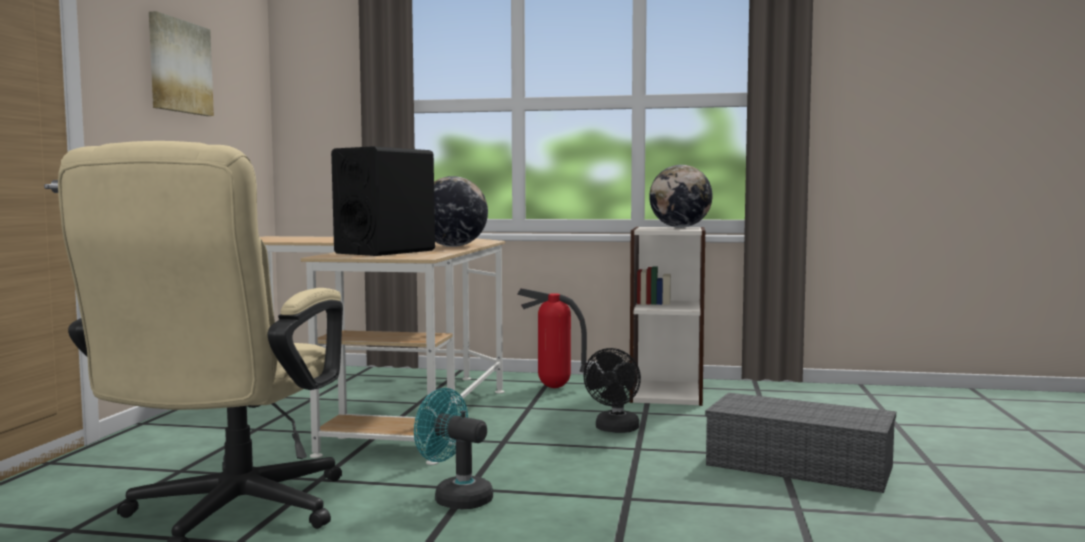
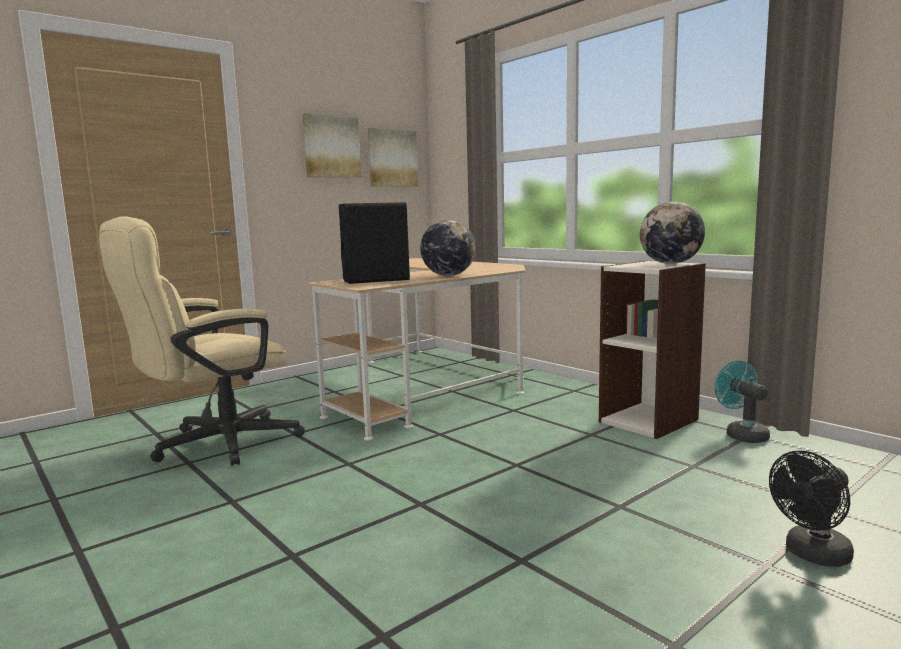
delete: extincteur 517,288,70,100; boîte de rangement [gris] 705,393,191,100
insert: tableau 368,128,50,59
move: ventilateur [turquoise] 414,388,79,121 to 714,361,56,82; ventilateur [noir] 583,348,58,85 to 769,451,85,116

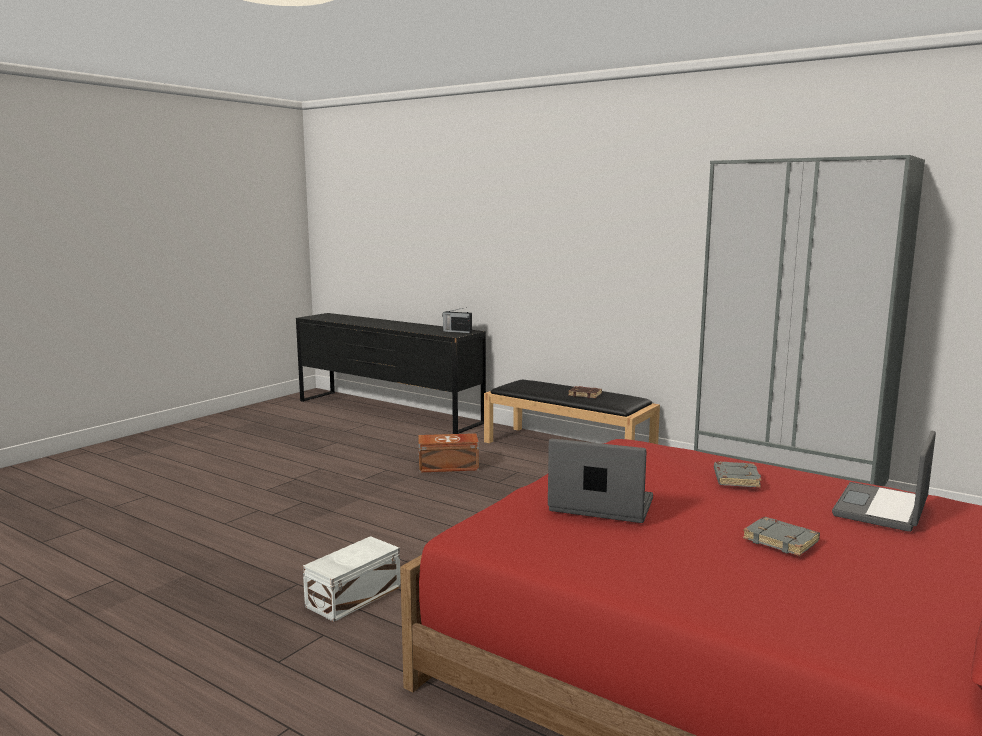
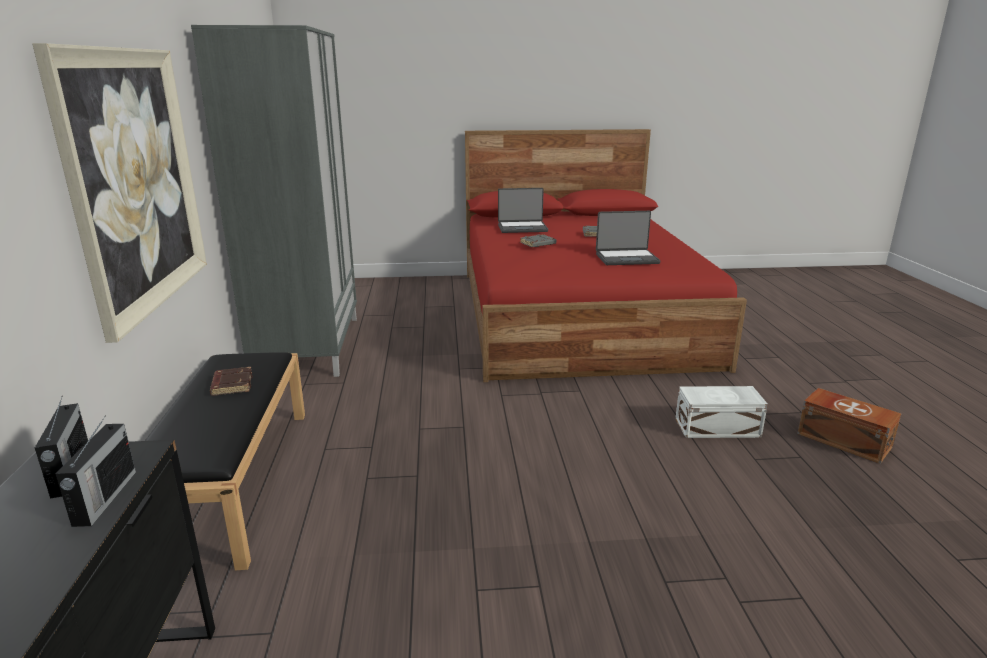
insert: tableau 32,43,175,300; radio 55,415,81,112
move: boîte de rangement [marron] 418,433,61,40 to 797,388,104,76
rotate: ordinateur portable 548,439,105,84 = 596,211,64,54 75 degrees counterclockwise

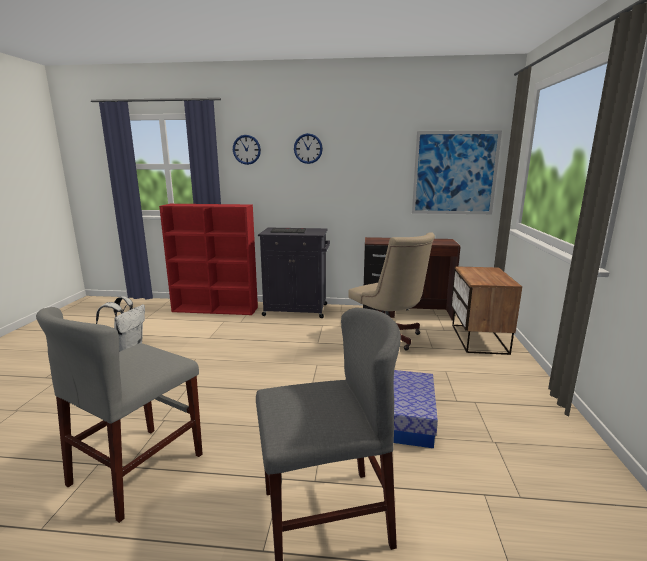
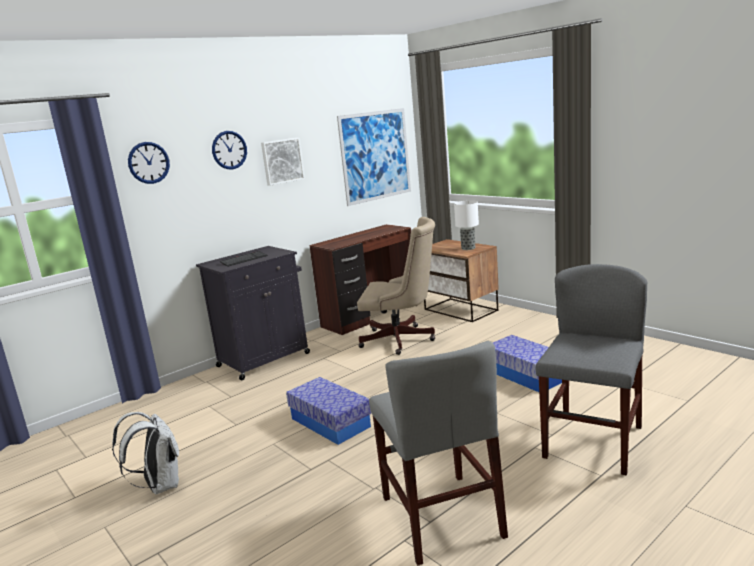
delete: bibliothèque [rouge] 159,204,99,111
insert: tableau 261,138,44,48; boîte de rangement 286,377,85,68; lampe de table 454,200,25,50

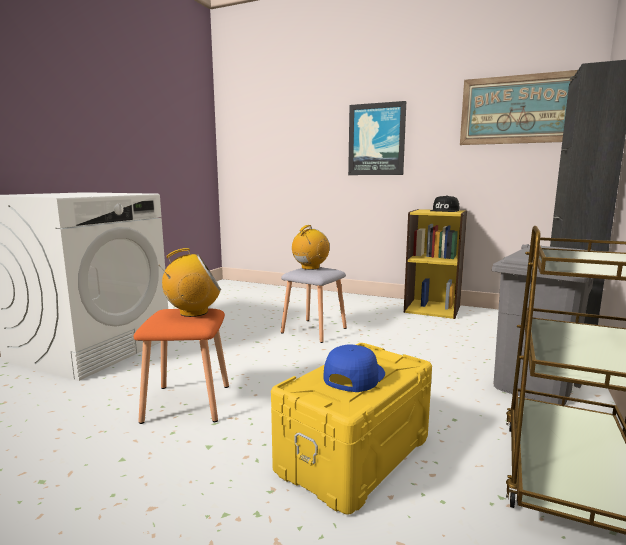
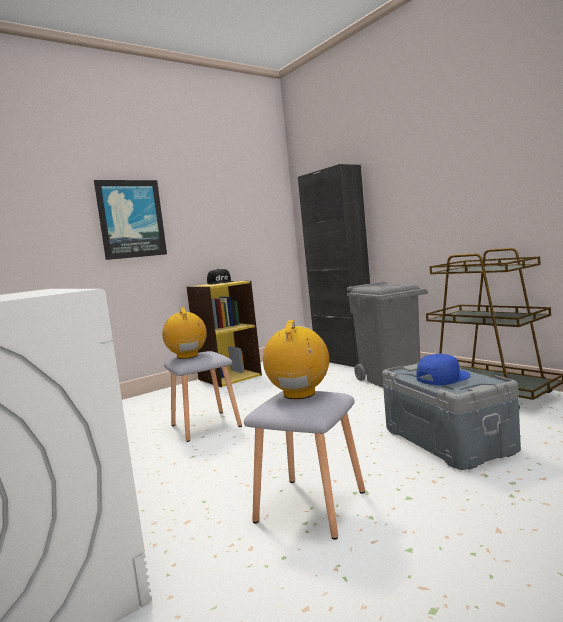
delete: tableau 460,70,118,75
recolor: tabouret [orange] 134,309,95,115 to tabouret [gris] 244,391,121,149; boîte de rangement [jaune] 271,343,161,172 to boîte de rangement [gris] 382,362,139,108
rotate: casquette [bleu] 324,344,61,48 = 416,354,54,31 90 degrees clockwise

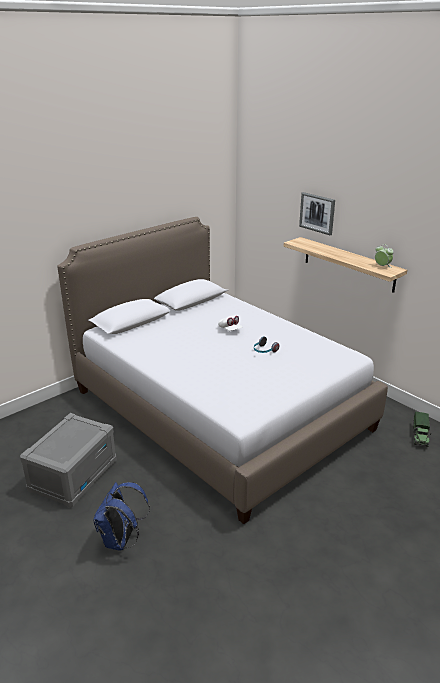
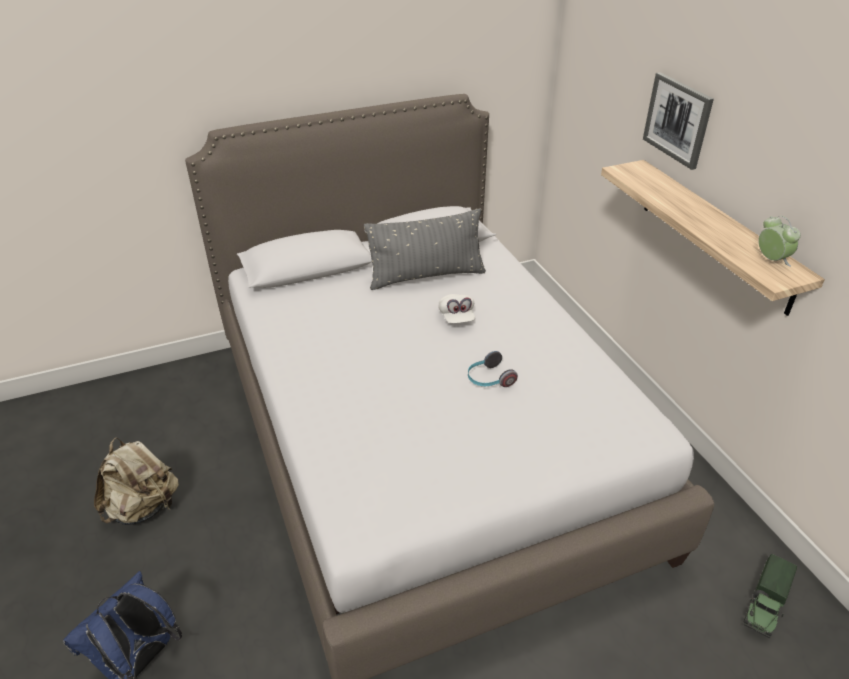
insert: coussin [gris] 364,208,122,82
replace: boîte de rangement [gris] 20,413,97,94 to sac à dos [beige] 94,437,85,88

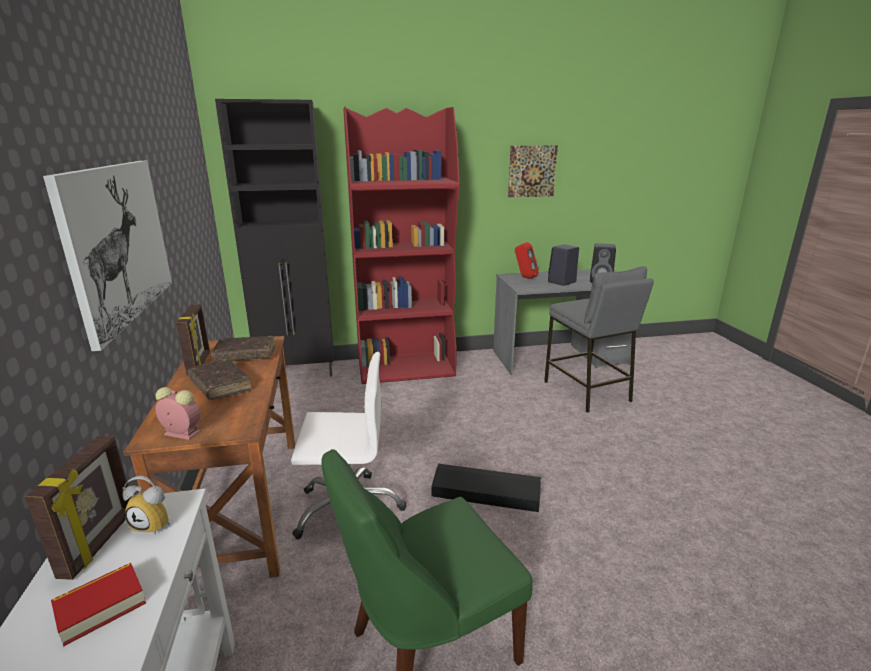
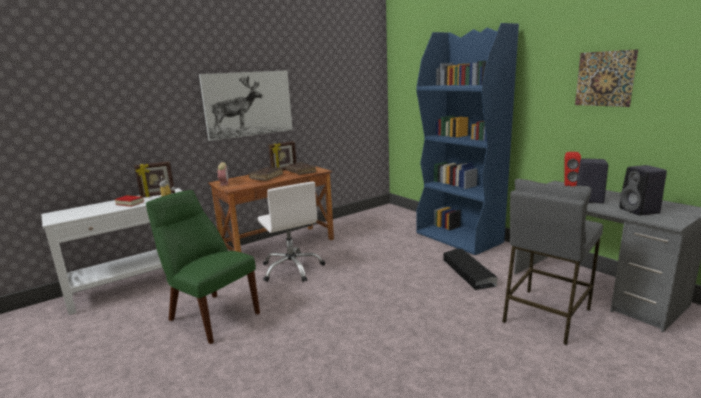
delete: meuble de rangement [noir] 215,99,118,278
move: boîte de rangement [noir] 432,464,109,48 to 443,249,54,41
recolor: bibliothèque [rouge] 343,106,116,278 to bibliothèque [bleu] 416,23,103,232

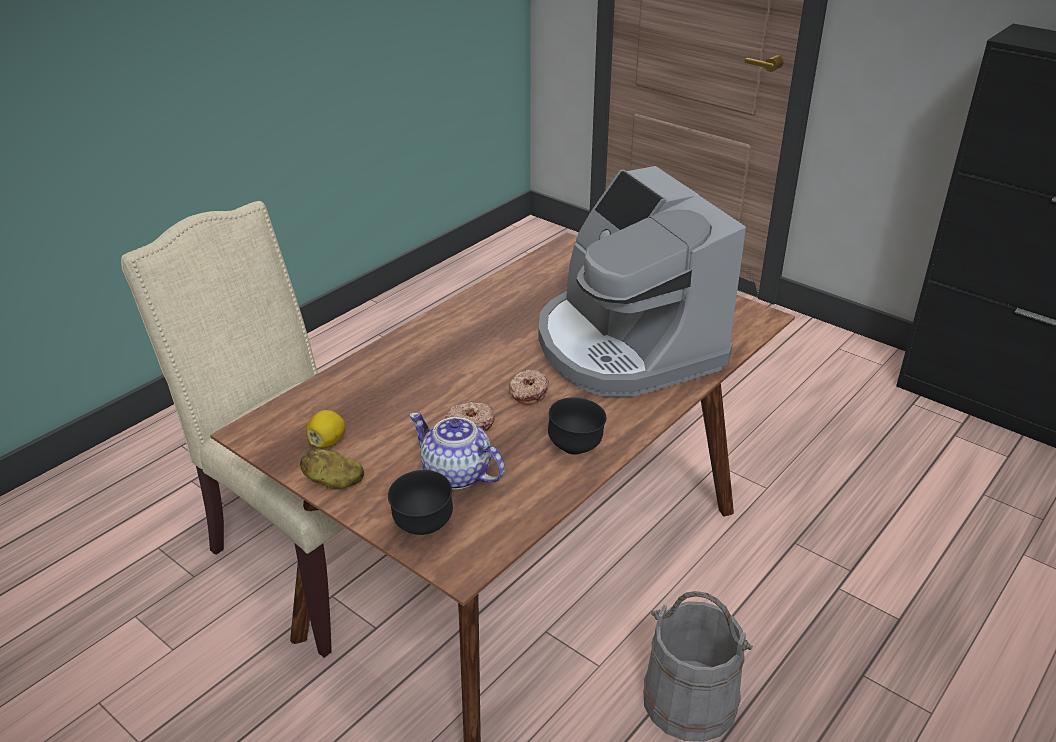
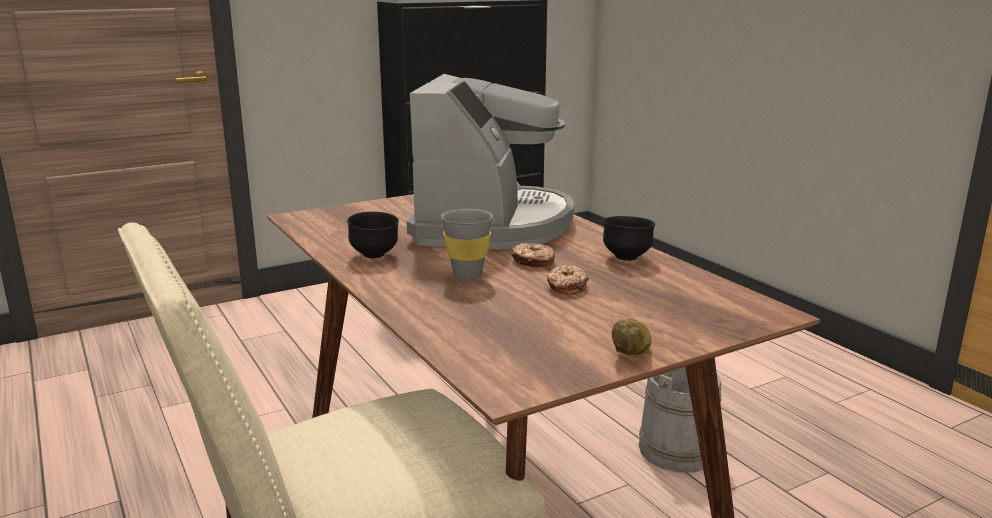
delete: citron 306,410,39,38; théière 409,412,96,78
insert: tasse [gris] 441,209,52,71
move: bol [noir] 388,470,65,65 to 347,212,52,47
rotate: machine à café 539,166,207,231 = 407,74,167,175 75 degrees counterclockwise

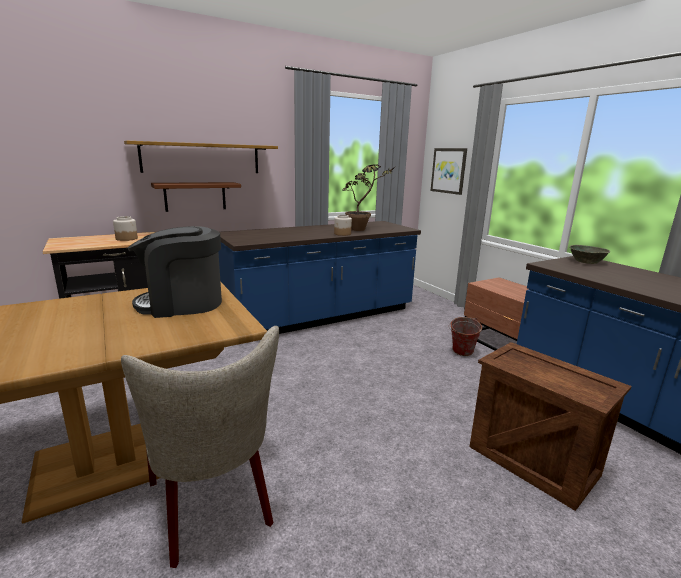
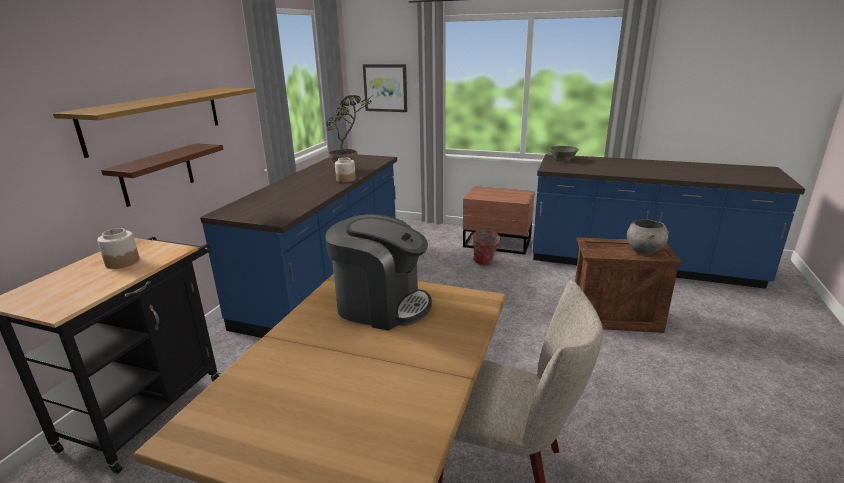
insert: bol [gris] 627,219,42,35
rotate: machine à café 127,226,95,92 = 325,214,107,117 105 degrees counterclockwise

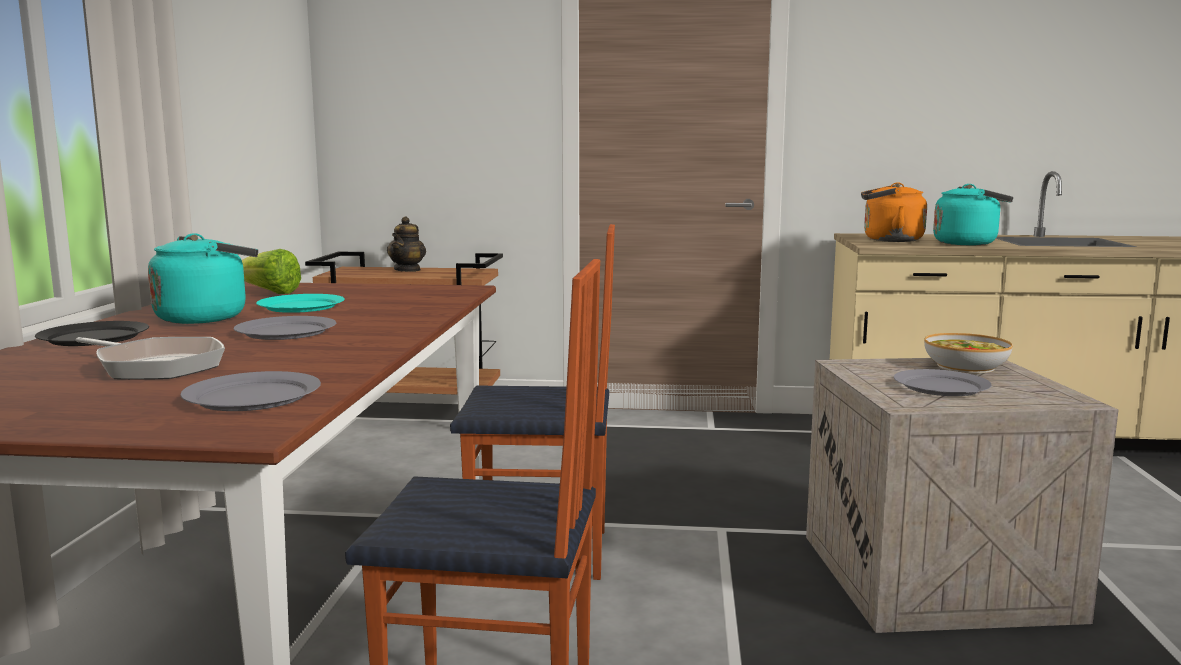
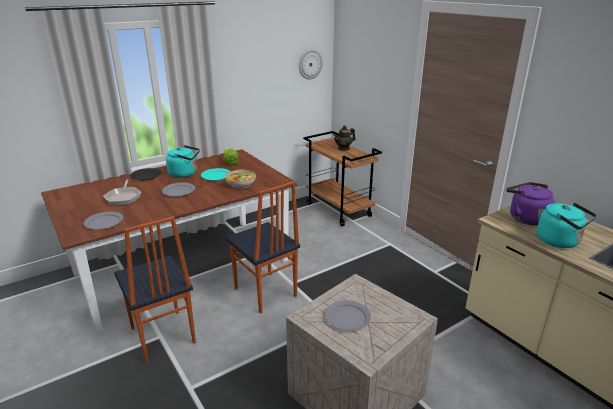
insert: horloge murale 299,49,24,30
move: bol 924,333,89,40 to 225,170,31,18
recolor: bouilloire [orange] 861,182,66,60 to bouilloire [violet] 506,182,49,44

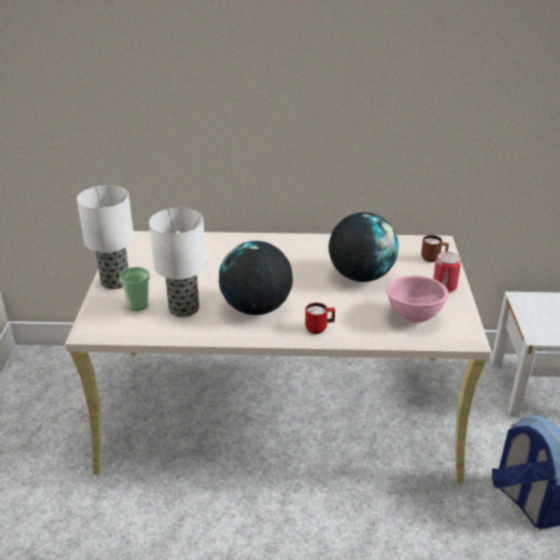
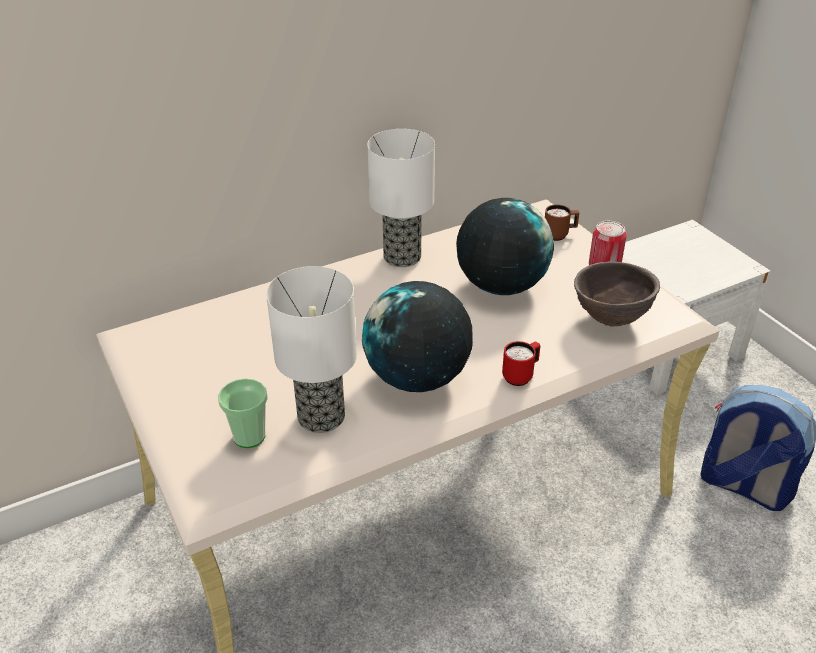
move: lampe de table 77,185,57,104 to 367,129,68,138
recolor: bol [rose] 386,275,63,48 to bol [marron] 574,262,86,65

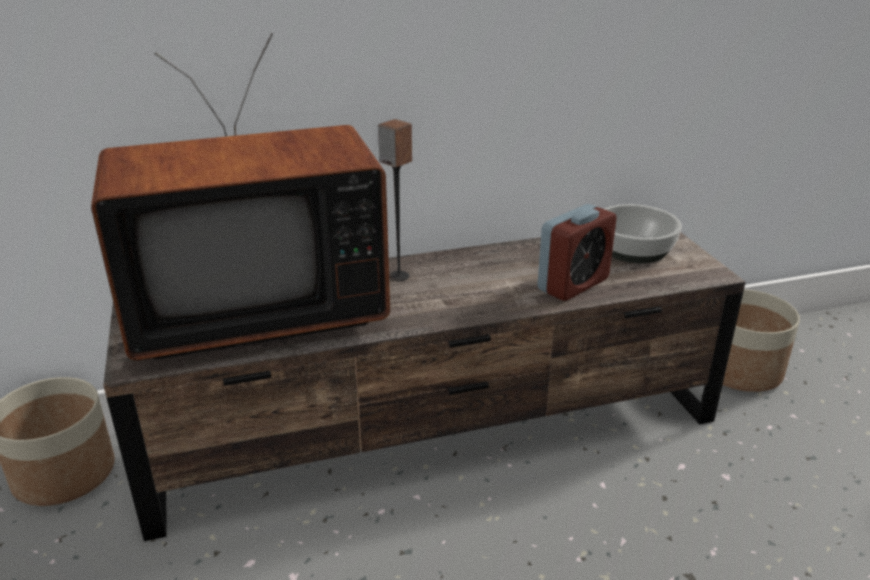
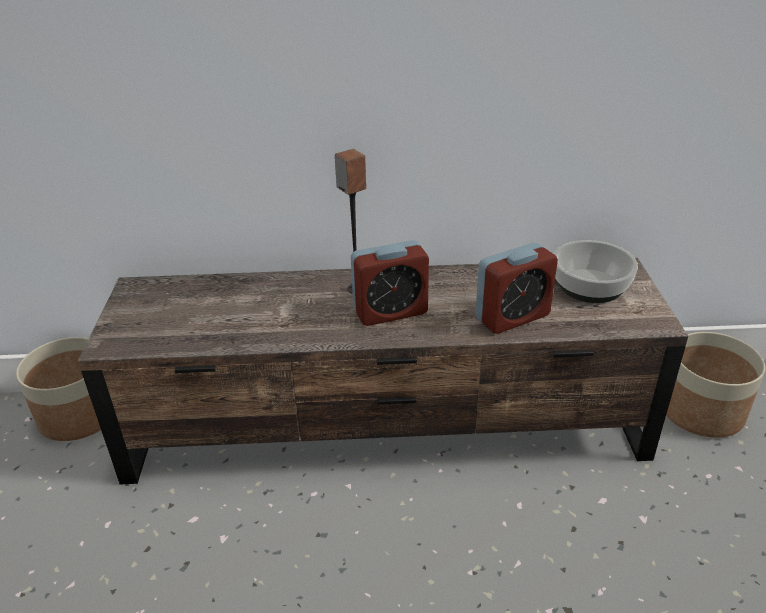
delete: téléviseur 91,33,299,327
insert: réveil 351,240,78,86

